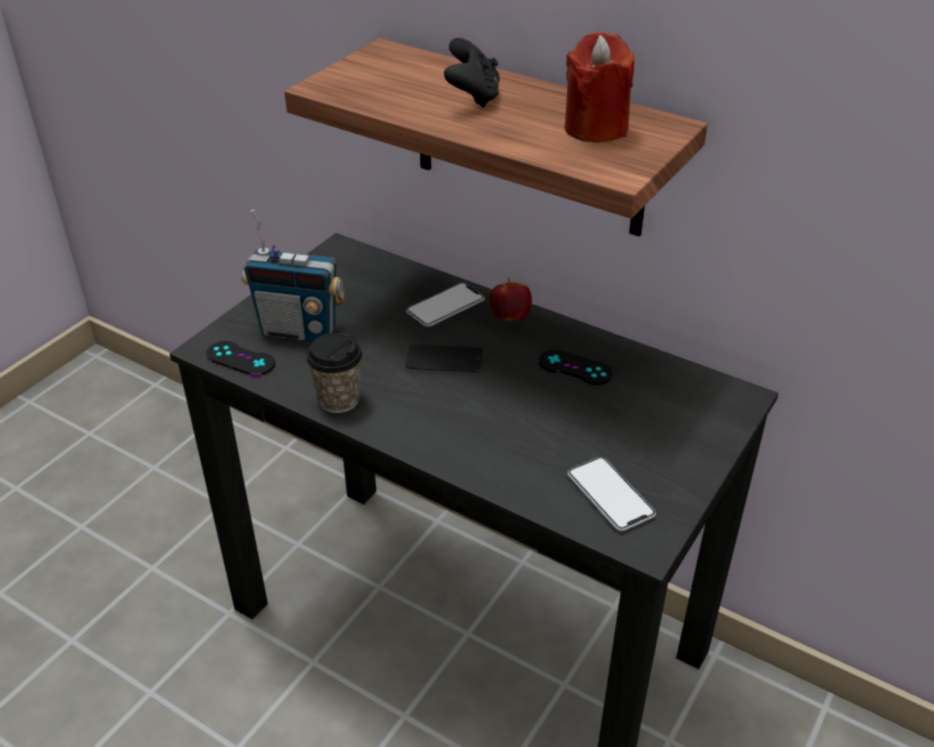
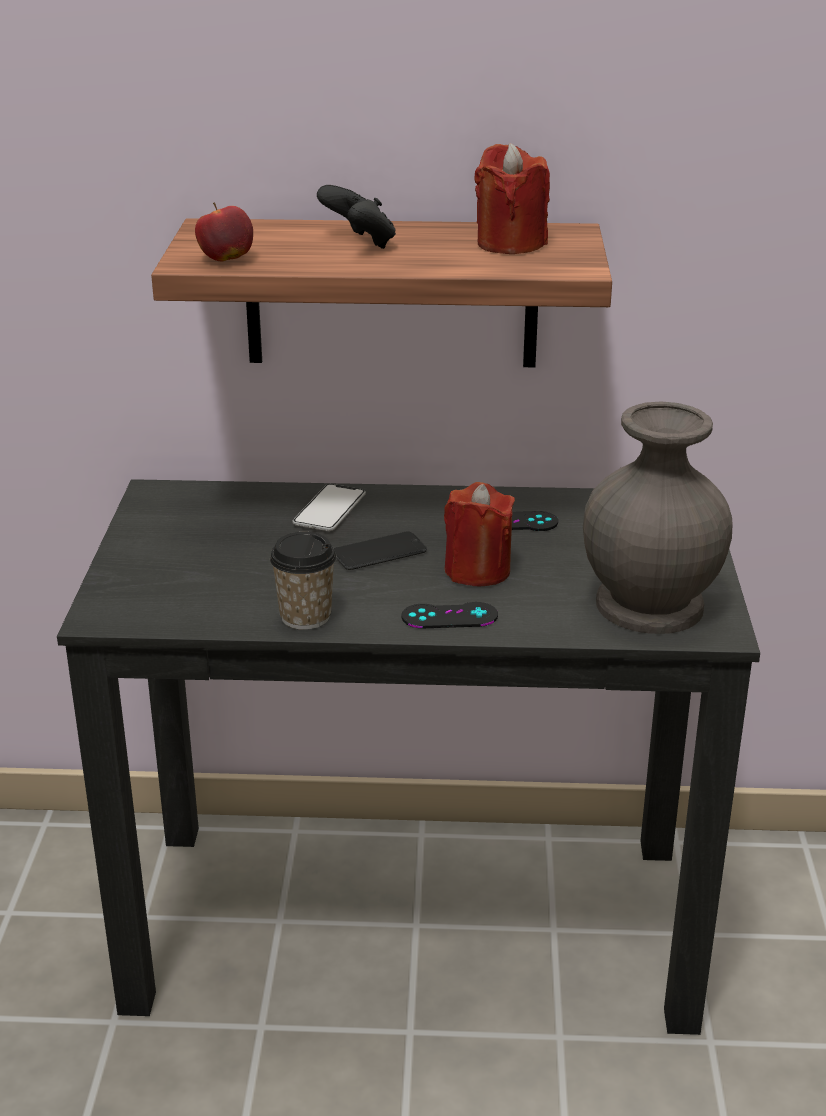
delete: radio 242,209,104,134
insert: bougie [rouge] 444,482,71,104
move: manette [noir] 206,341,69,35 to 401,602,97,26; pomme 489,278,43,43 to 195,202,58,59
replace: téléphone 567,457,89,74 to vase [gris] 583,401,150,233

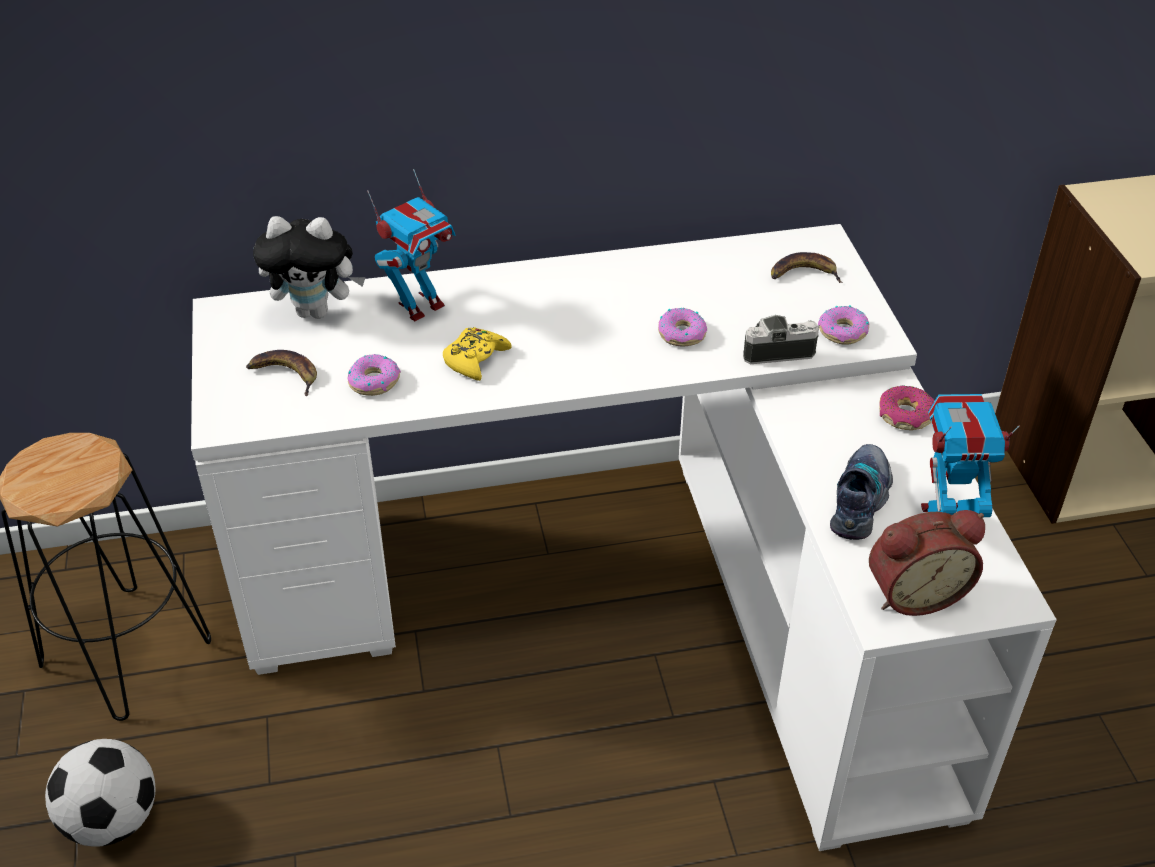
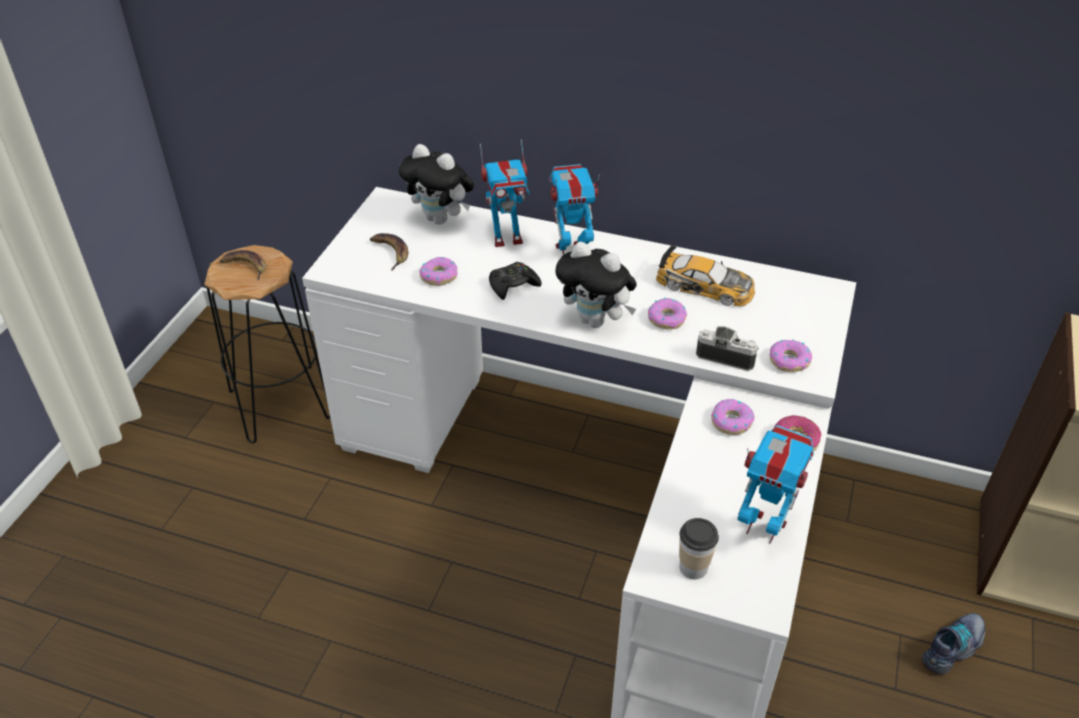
delete: ballon de foot 45,739,111,108
insert: robot jouet 549,164,51,91; peluche 556,242,81,86; petite voiture 656,245,99,61; beignet 711,399,44,36
move: banane 771,252,72,31 to 220,250,46,30; chaussure 830,444,63,96 to 922,613,63,62
replace: réveil 869,510,116,106 to tasse 679,518,40,61
recolor: manette [jaune] 443,327,69,54 to manette [noir] 489,262,52,38

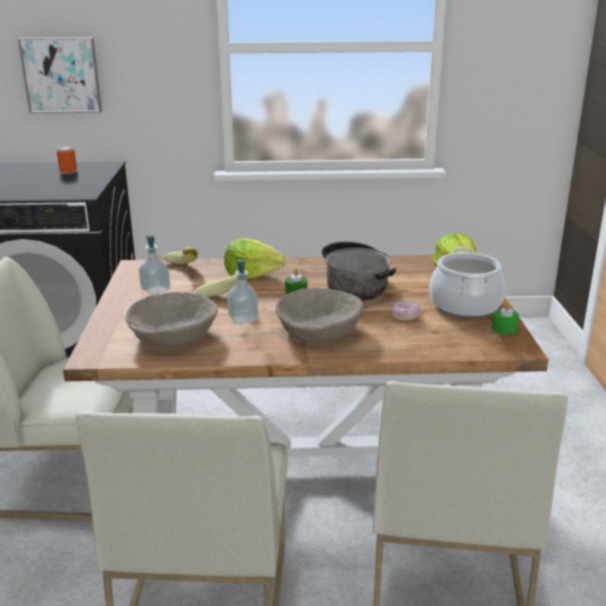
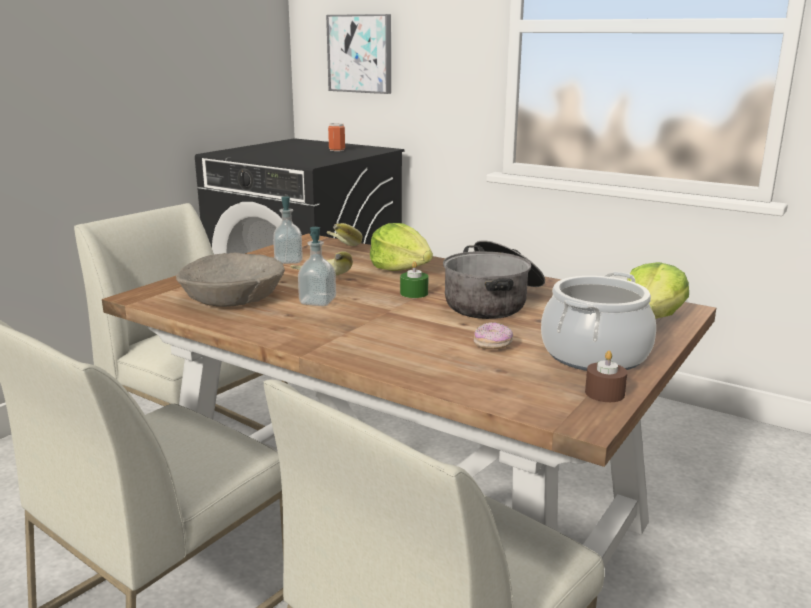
delete: bol [beige] 275,288,89,54
recolor: bougie [vert] 492,302,27,32 to bougie [marron] 585,350,42,52

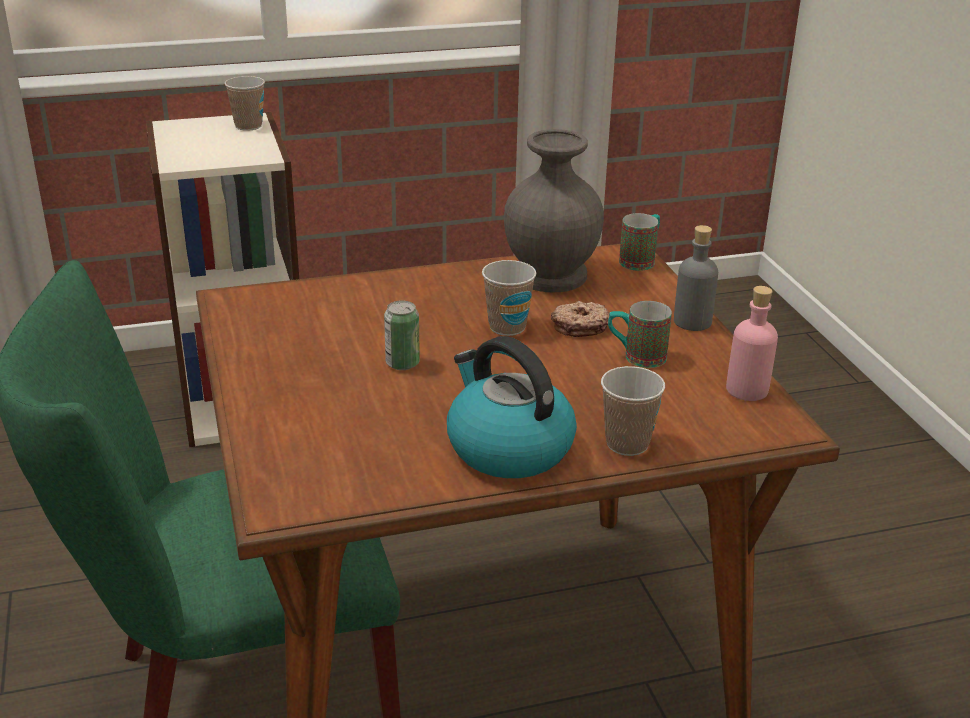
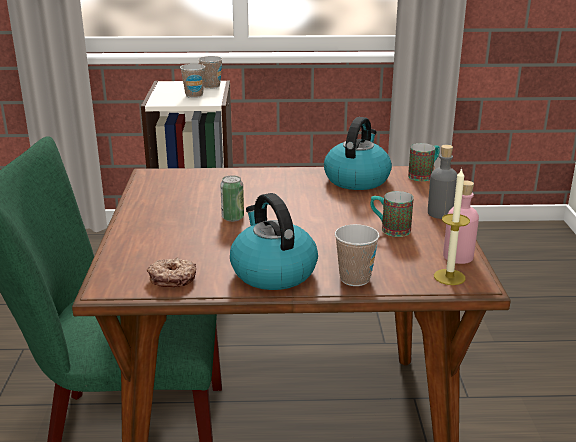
insert: bougie 434,167,36,118
move: tasse 482,260,54,76 to 180,64,25,34; beignet 551,301,58,36 to 147,258,49,29
replace: vase [gris] 504,129,100,163 to bouilloire 324,117,68,73

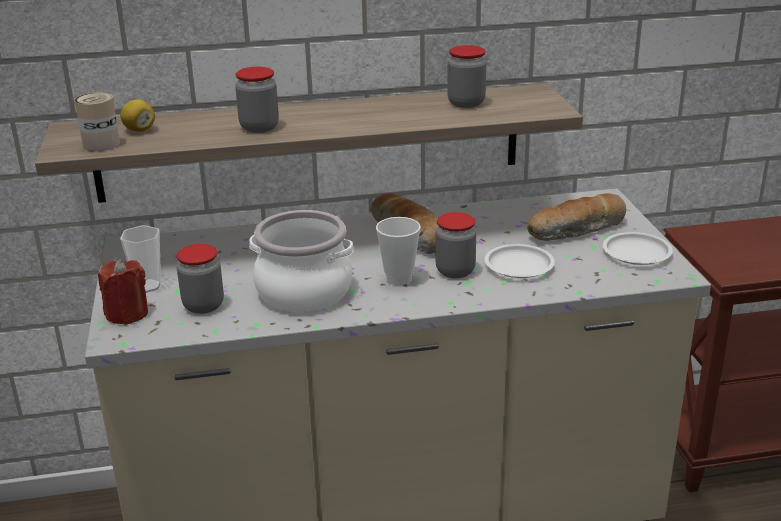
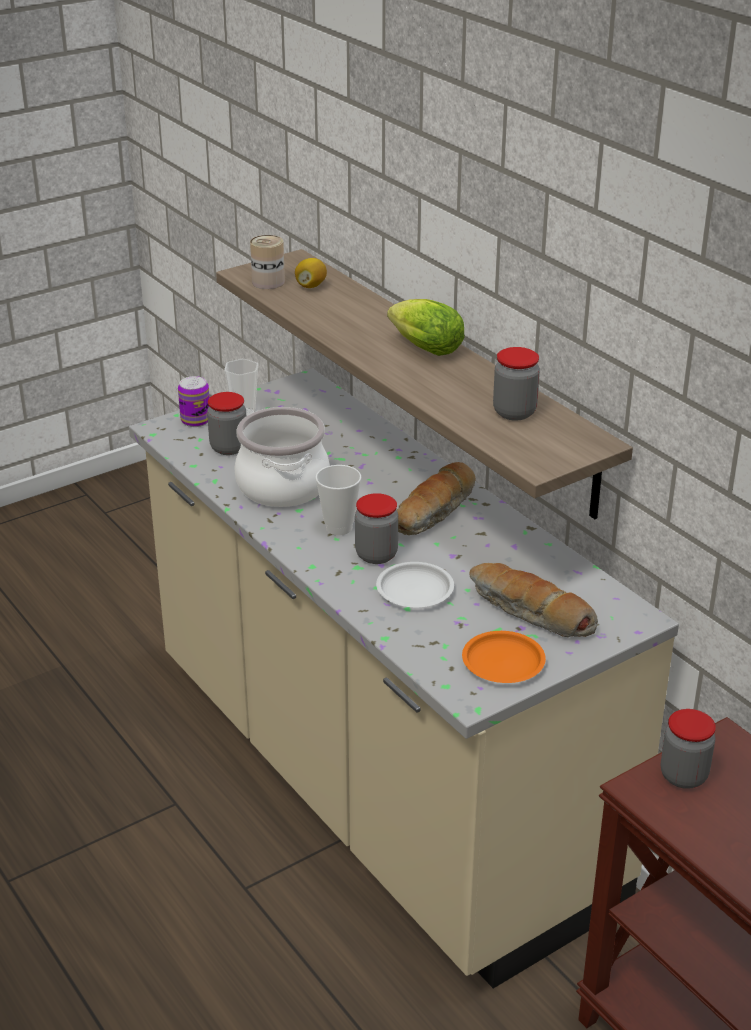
insert: laitue 387,299,77,57
move: bocal 235,67,44,66 to 661,709,55,80
replace: bougie [rouge] 98,259,50,66 to boîte métallique 178,376,32,51
recolor: assiette [blanc] 603,232,70,33 to assiette [orange] 462,631,84,52

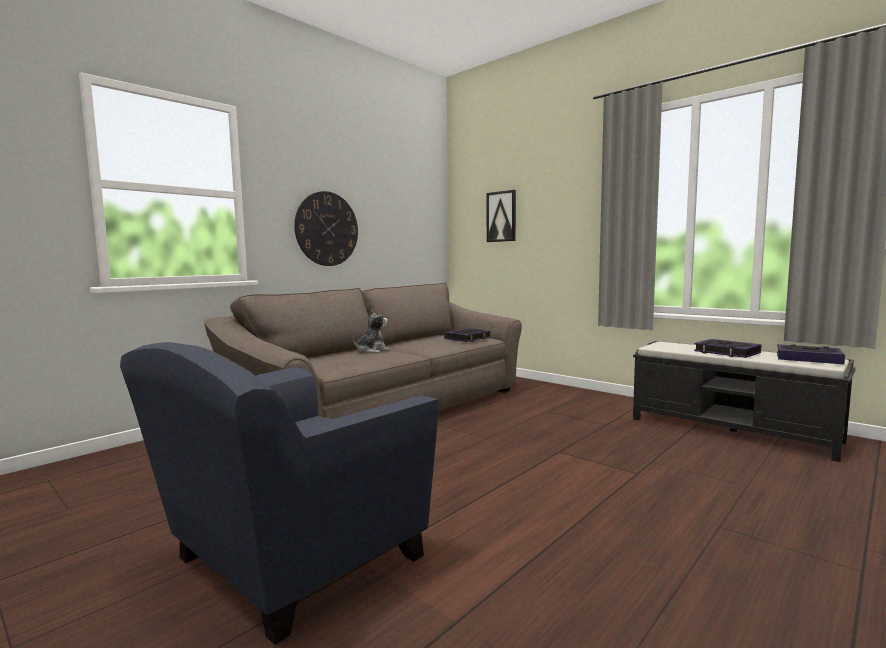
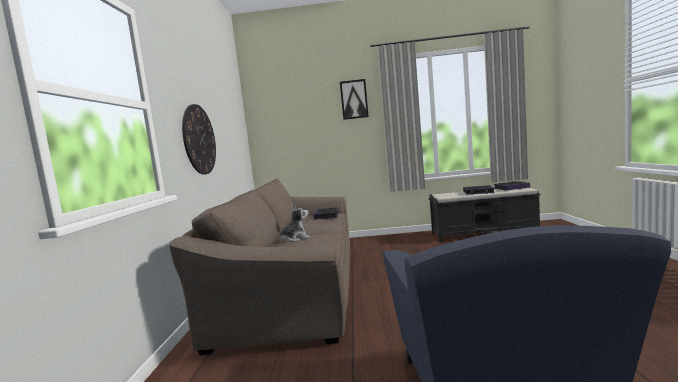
move: tableau 486,190,30,52 to 340,79,29,41
rotate: peluche 353,308,36,45 = 276,203,34,39 60 degrees clockwise

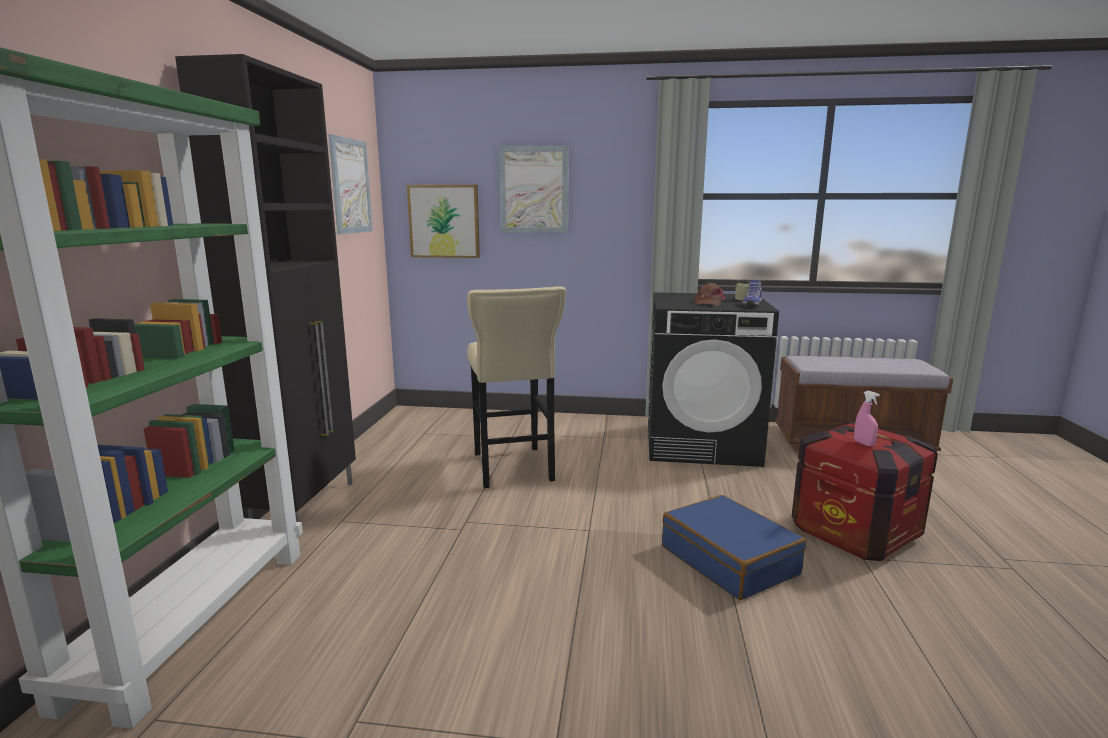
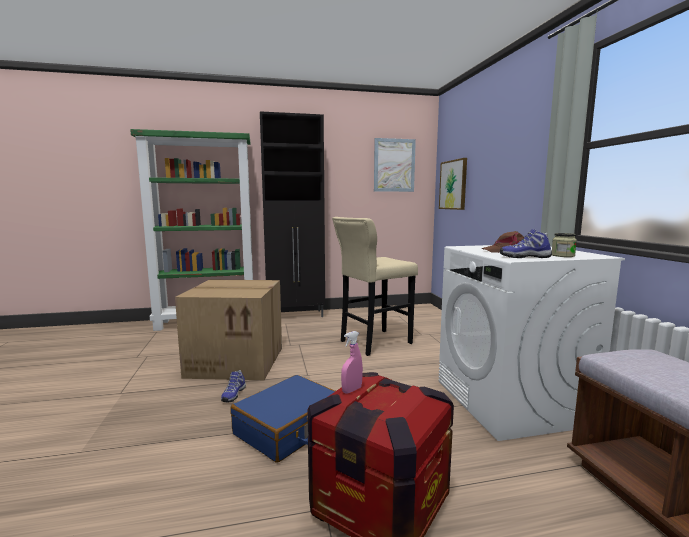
delete: tableau 499,145,70,88
insert: carton 175,280,107,100; chaussure 221,370,25,32
recolor: lave-linge [noir] 648,292,131,175 to lave-linge [blanc] 438,245,187,196

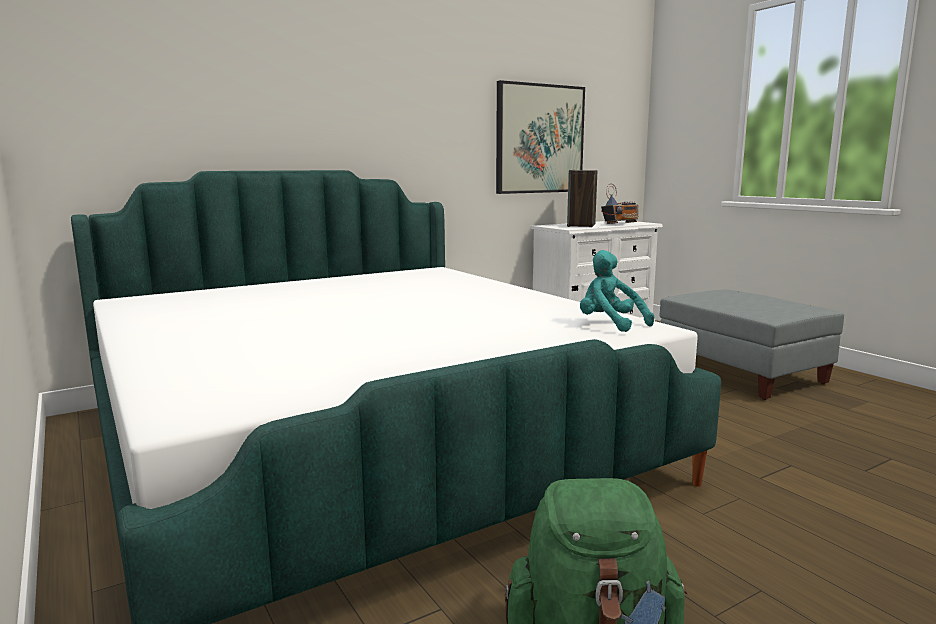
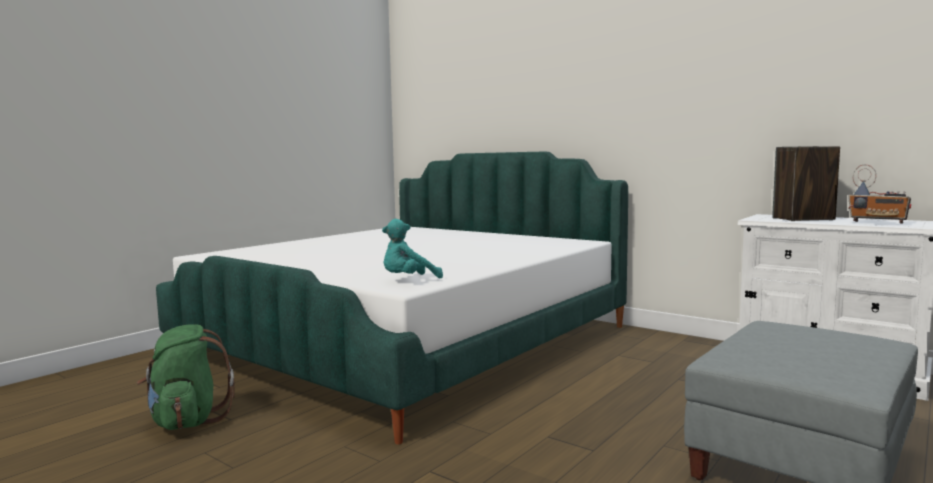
delete: tableau 496,80,89,114
rotate: peluche [turquoise] 580,250,74,82 = 382,219,61,59 150 degrees counterclockwise

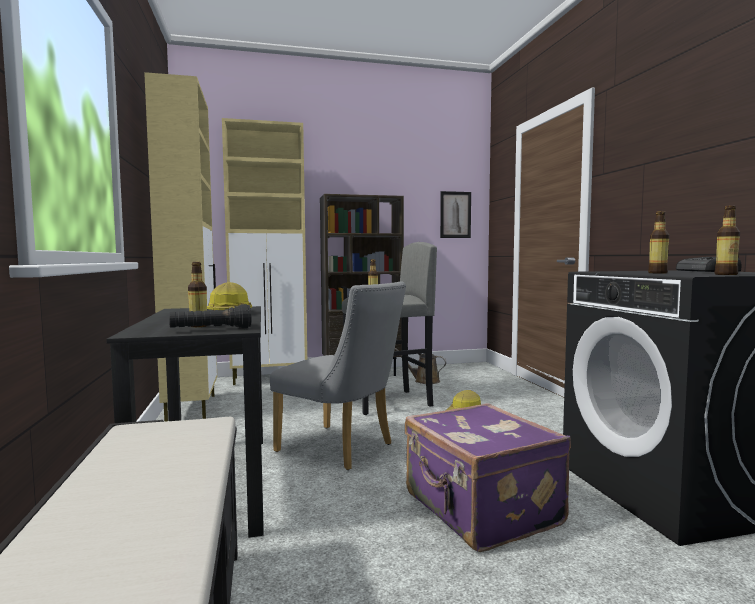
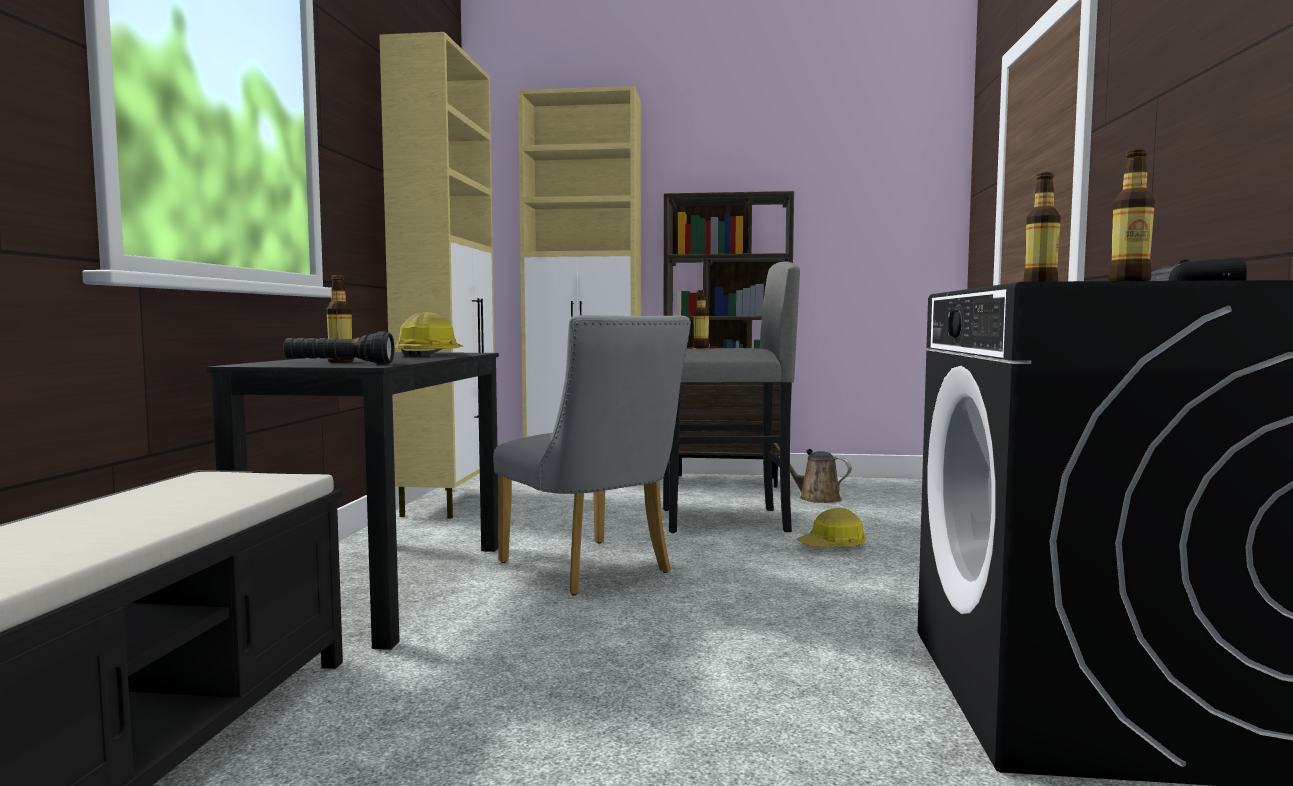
delete: valise [violet] 405,403,166,149; tableau 440,191,31,47

